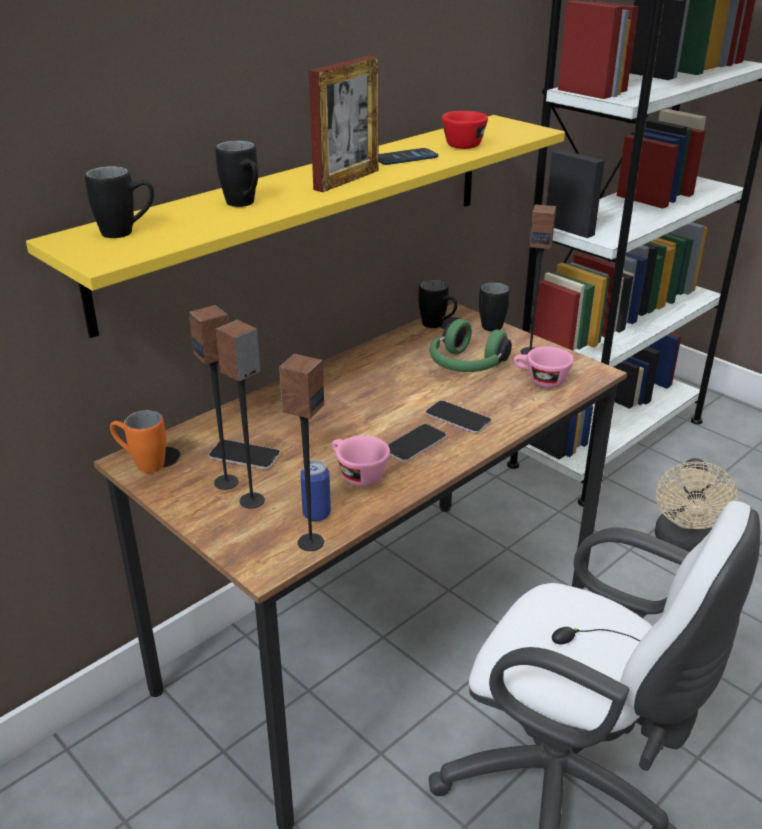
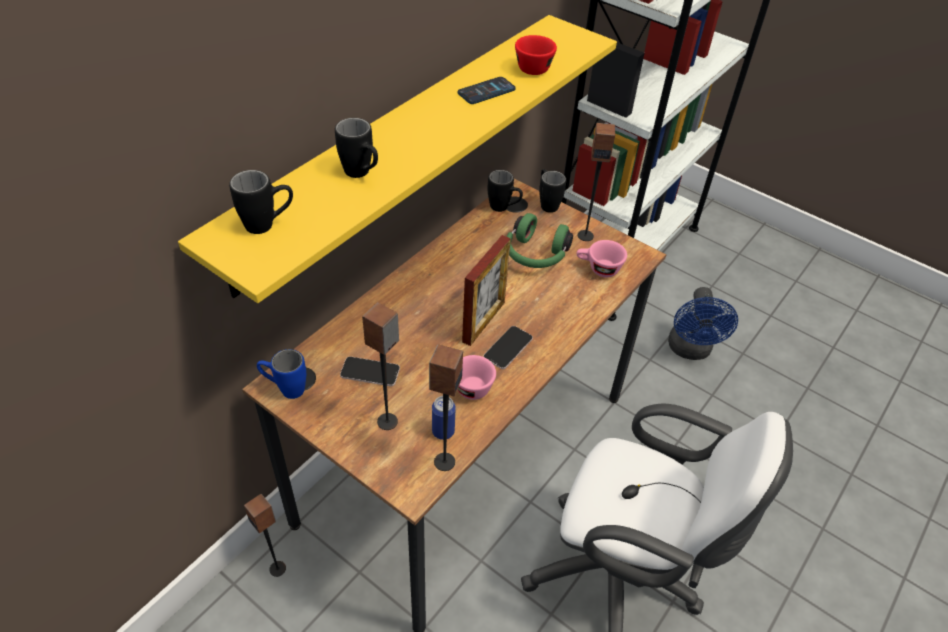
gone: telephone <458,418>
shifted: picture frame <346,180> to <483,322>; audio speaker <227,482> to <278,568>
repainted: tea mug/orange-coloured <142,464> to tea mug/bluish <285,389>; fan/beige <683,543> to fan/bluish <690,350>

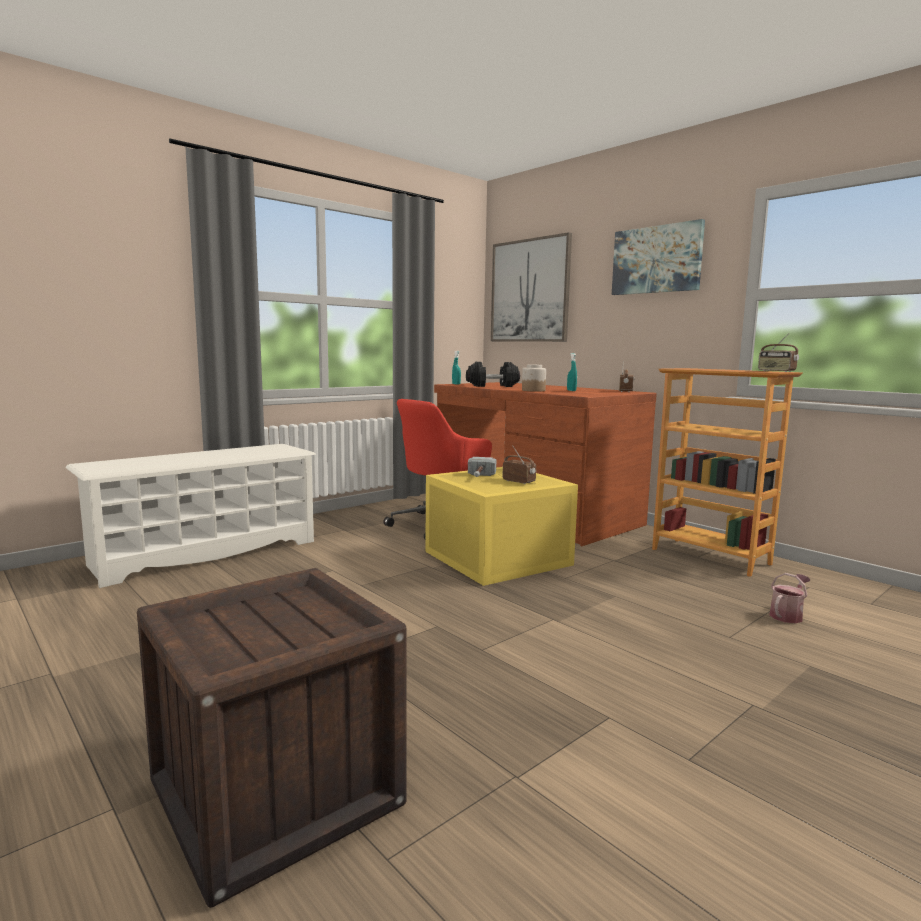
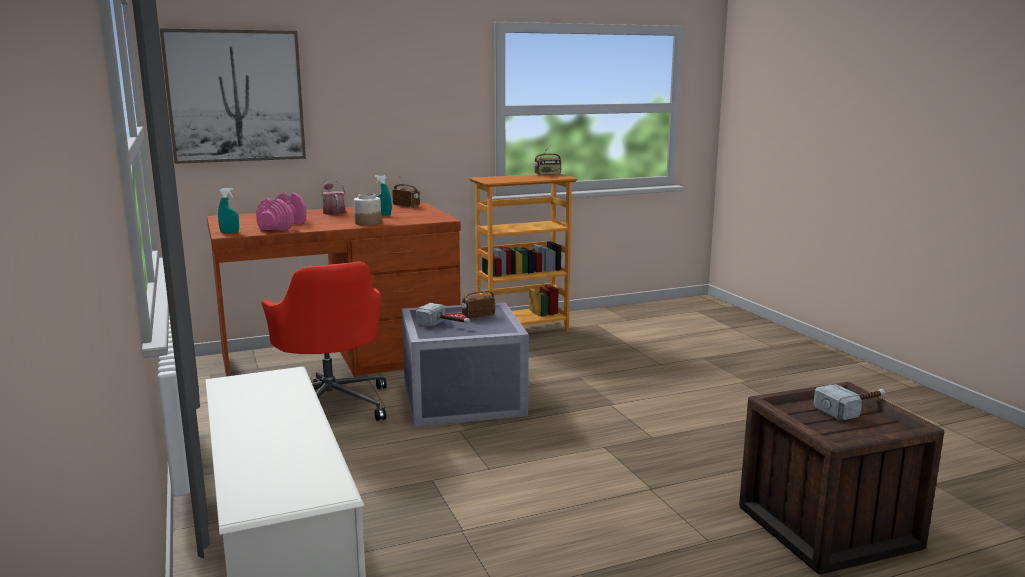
gone: picture <656,259>
new: tool hammer <853,409>
shifted: watering can <787,615> to <333,212>
repainted: dumbbell/black-coloured <492,386> to dumbbell/pinkish <283,226>; storage box/yellow-coloured <495,558> to storage box/grey <461,399>

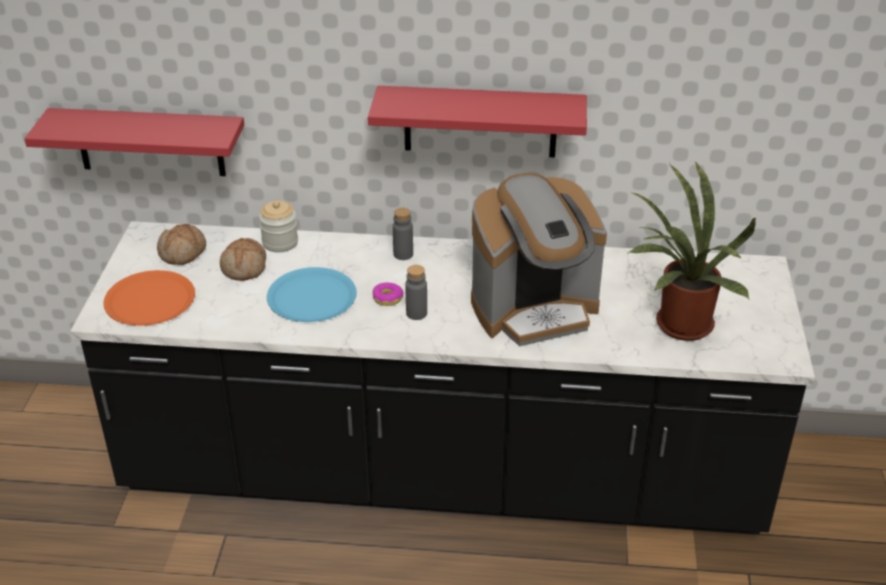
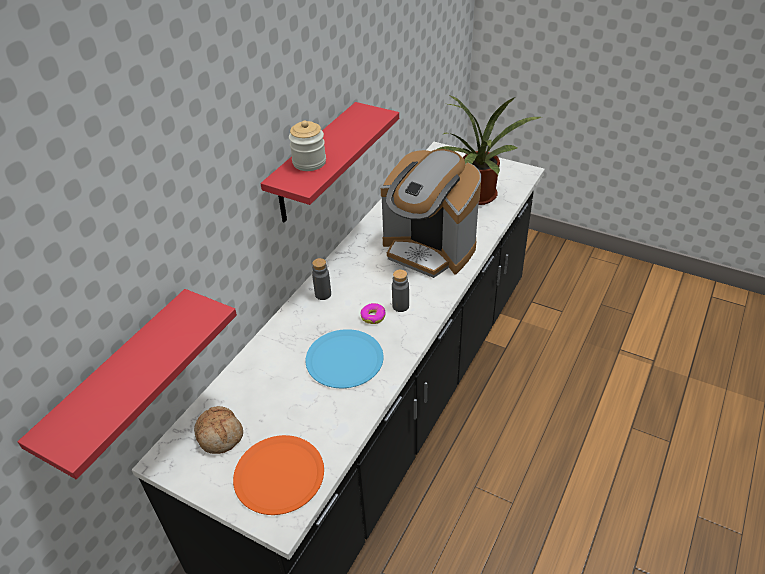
gone: bakery bread <245,267>
shifted: preserve jar <280,243> to <309,162>
rotated: coffee brewer <534,310> = <429,249> 120 degrees clockwise

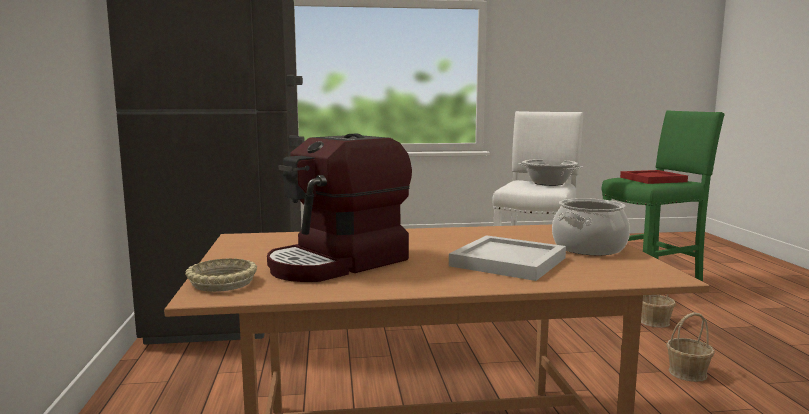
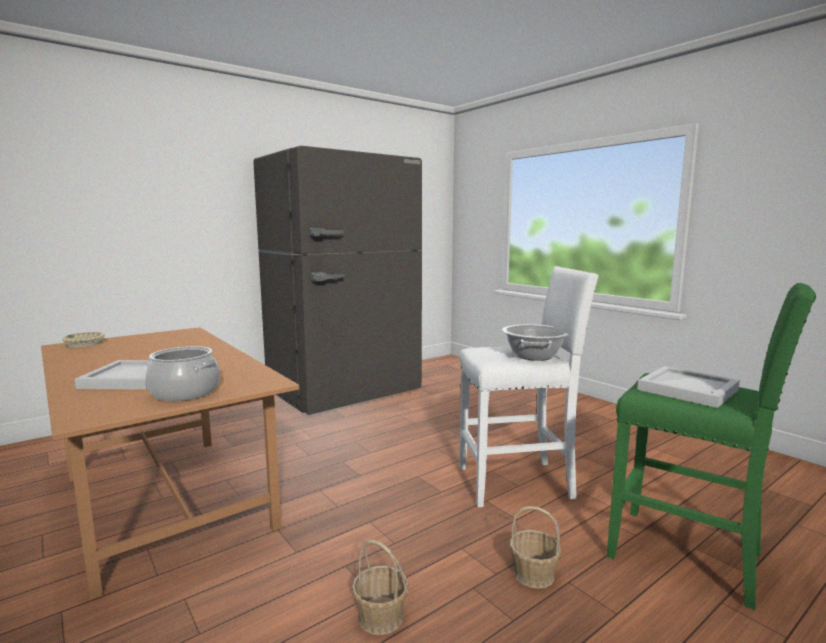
gone: coffee brewer <339,263>
repainted: tray/reddish <651,179> to tray/whitish <687,389>

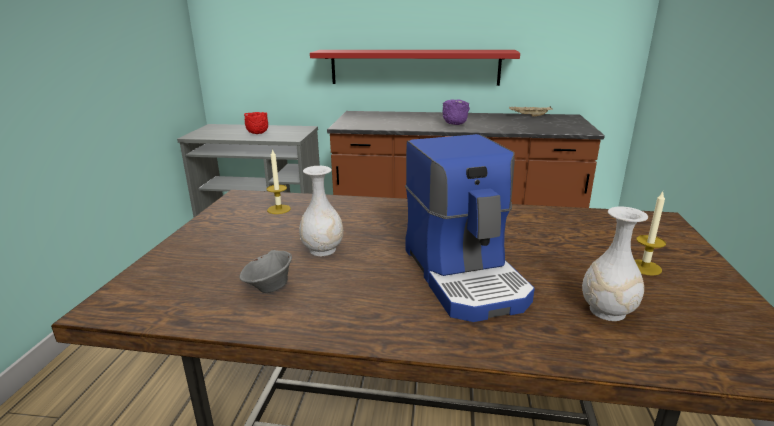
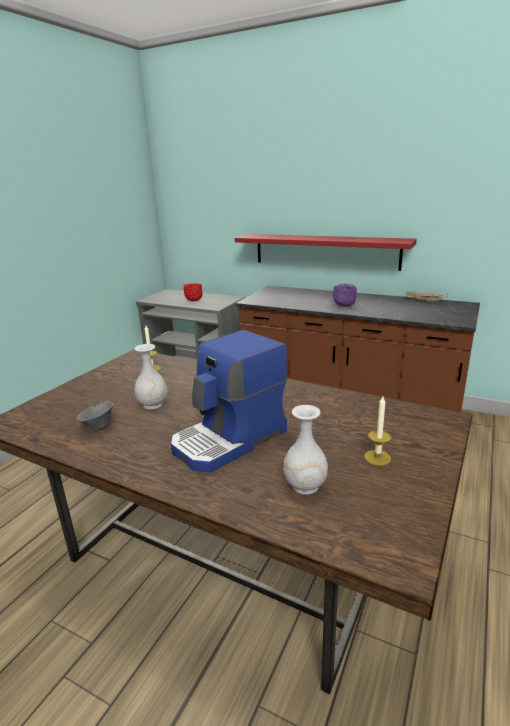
rotated: coffee brewer <466,275> = <230,440> 45 degrees clockwise

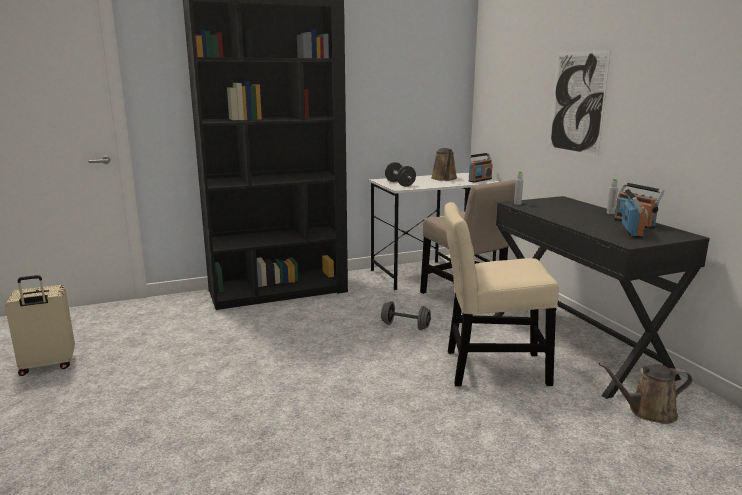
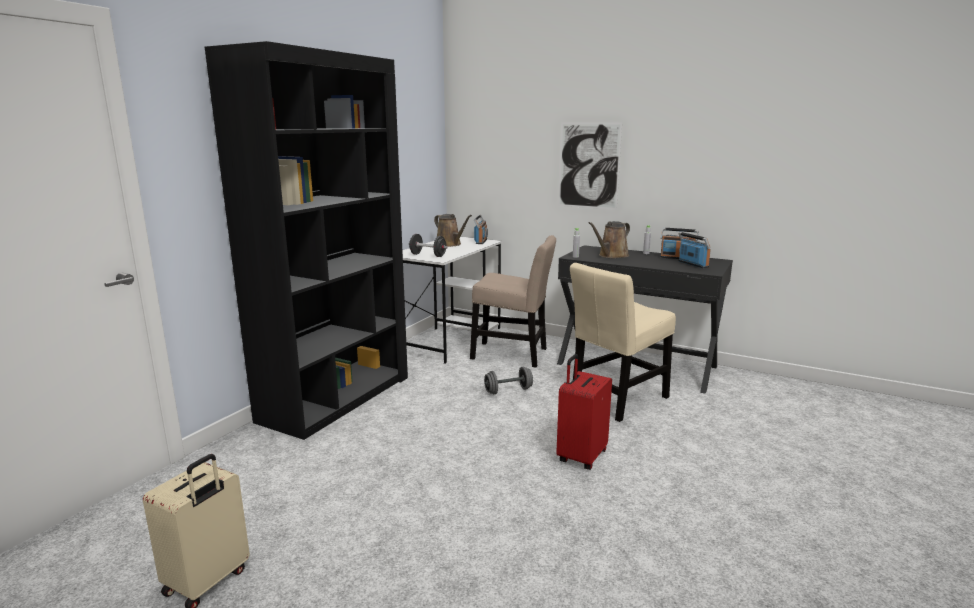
new: piece of luggage/reddish <581,456>
shifted: watering can/brownish <648,412> to <611,256>

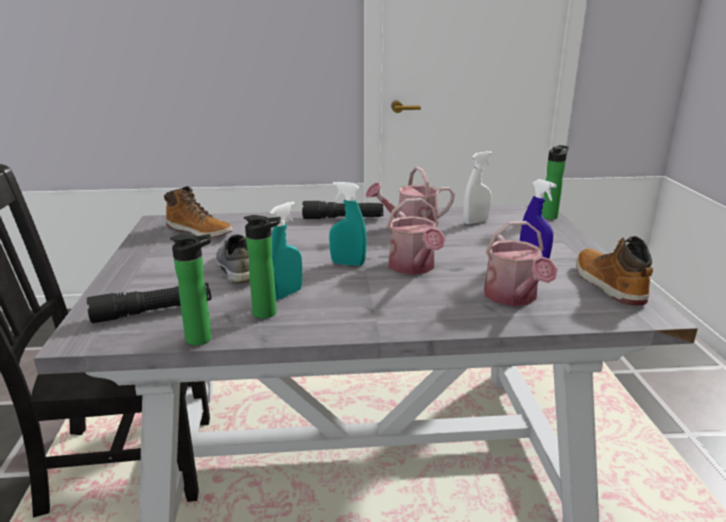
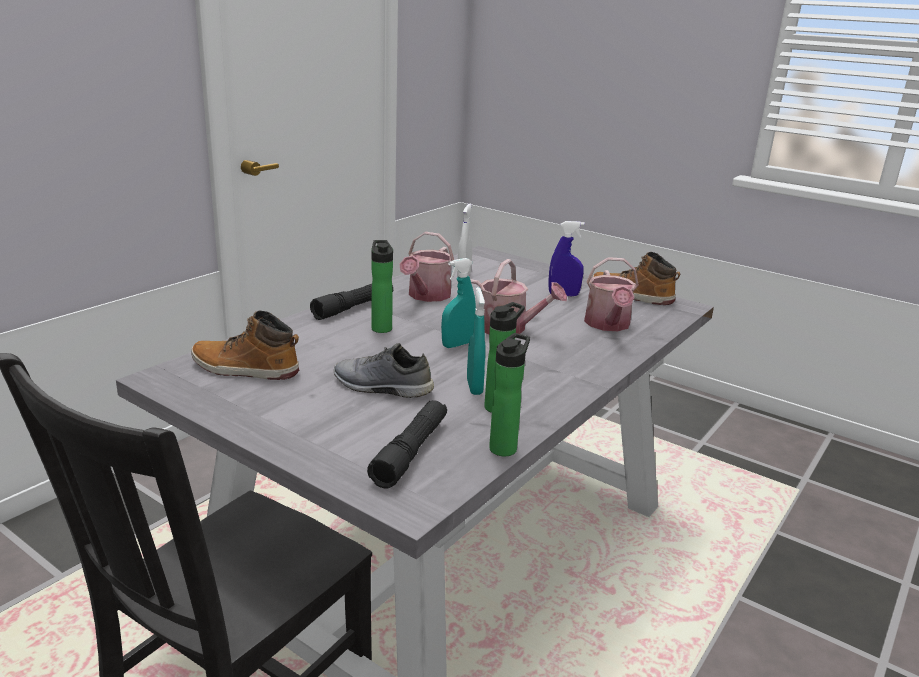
shifted: beverage bottle <550,216> to <381,327>
rotated: tall boot <200,231> = <244,369> 150 degrees counterclockwise; watering can <513,297> = <608,325> 60 degrees clockwise

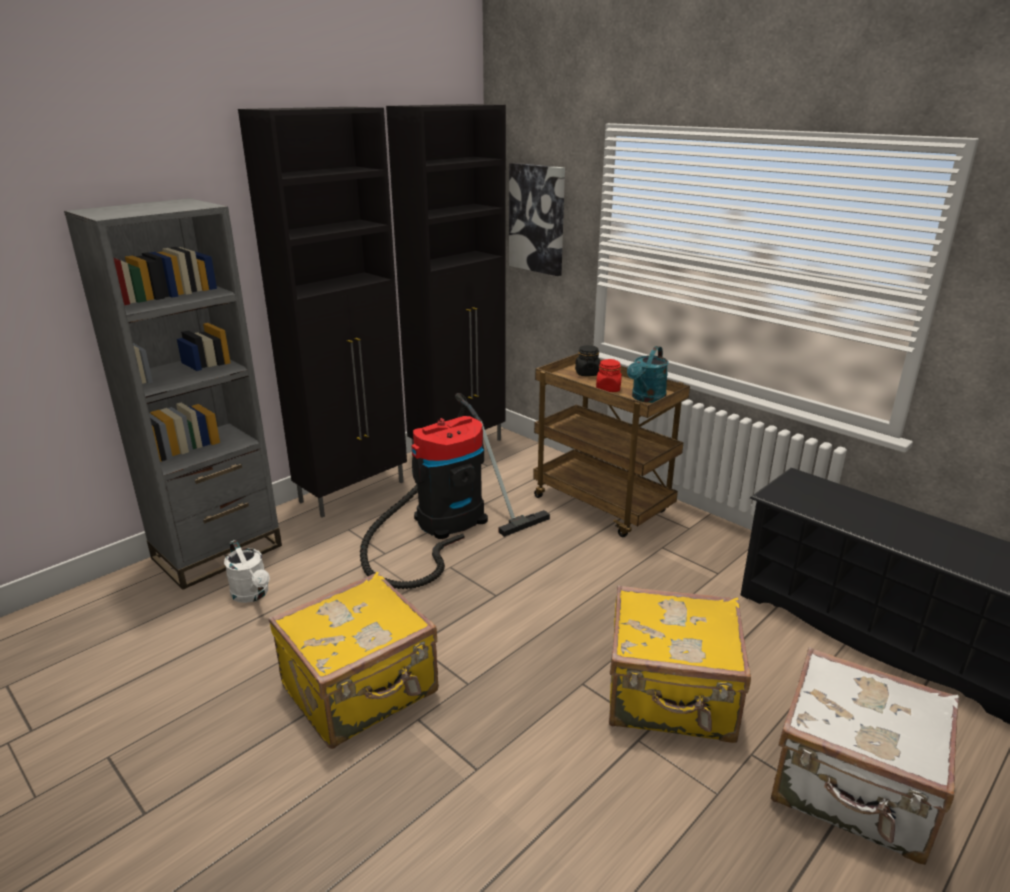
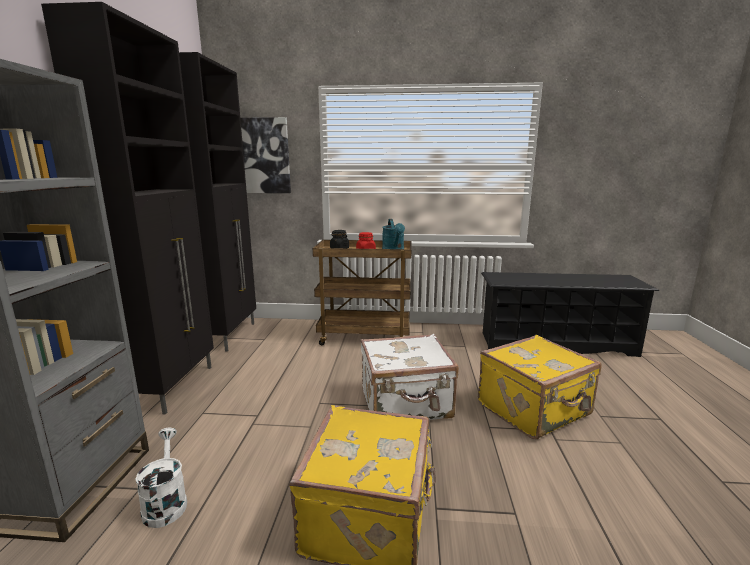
gone: vacuum <444,524>
shifted: piece of luggage/whitish <852,789> to <406,404>
rotated: watering can/whitish <252,595> = <166,502> 120 degrees counterclockwise

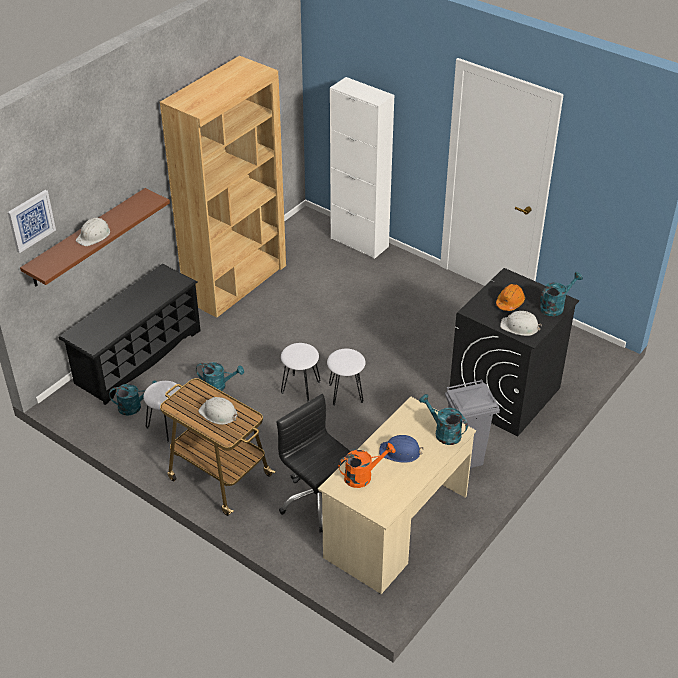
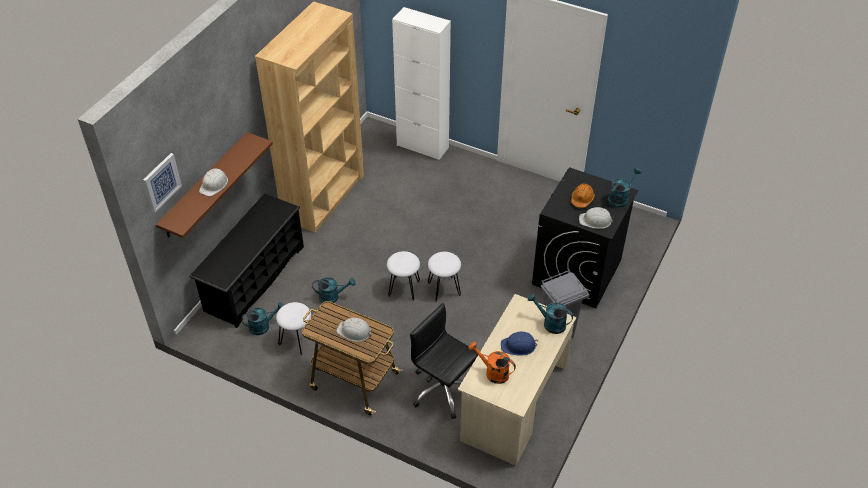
rotated: watering can/orange-coloured <363,476> = <493,372> 120 degrees counterclockwise

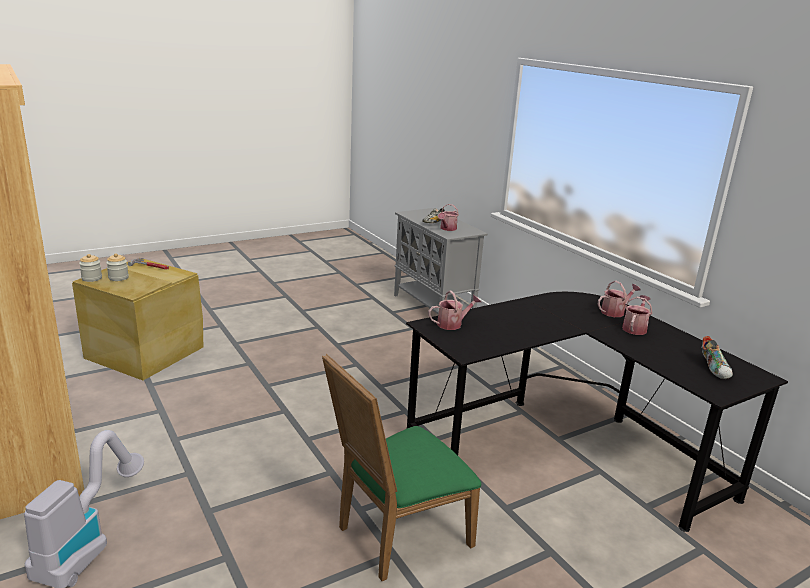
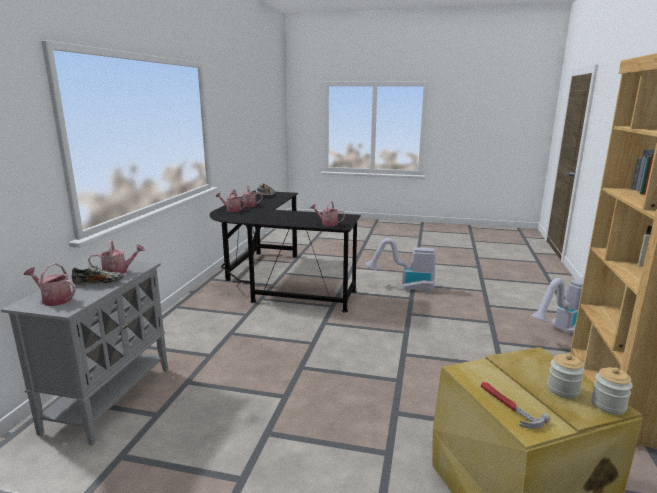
new: watering can <54,299>
swapped: plain chair/greenish <397,536> to vacuum <405,287>

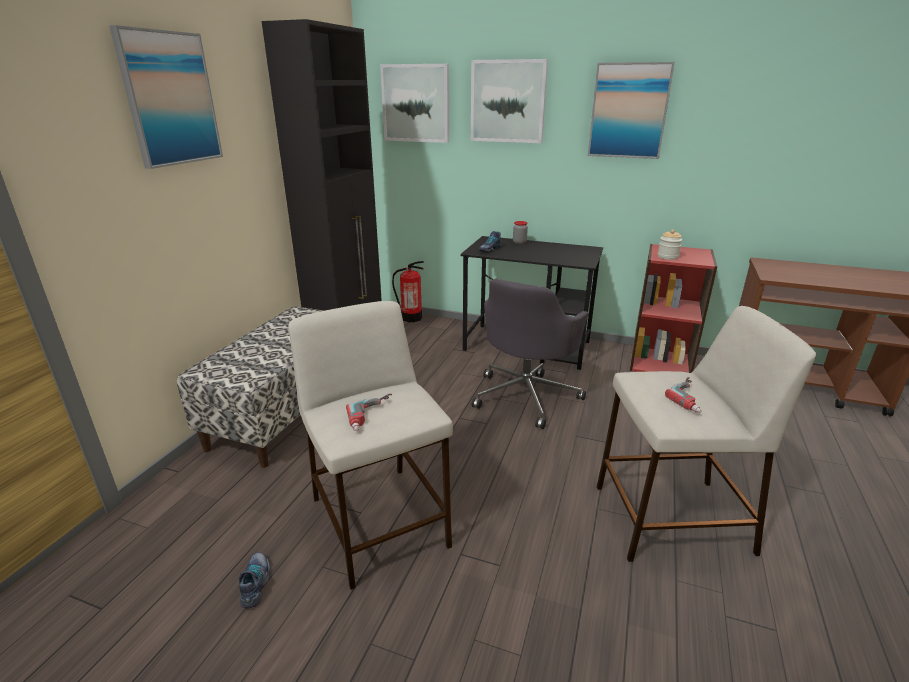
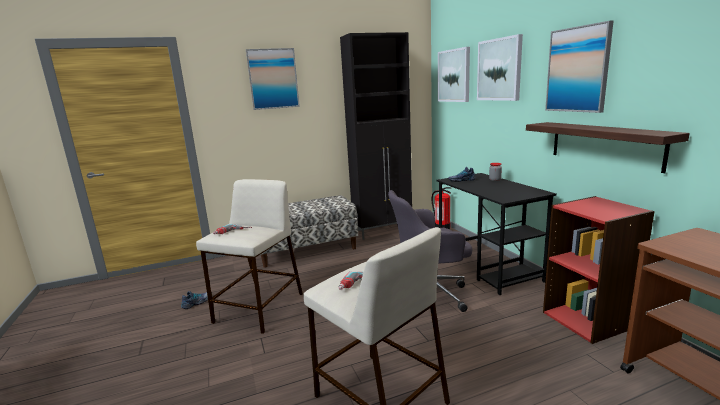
gone: preserve jar <667,257>
new: shelf <604,144>

